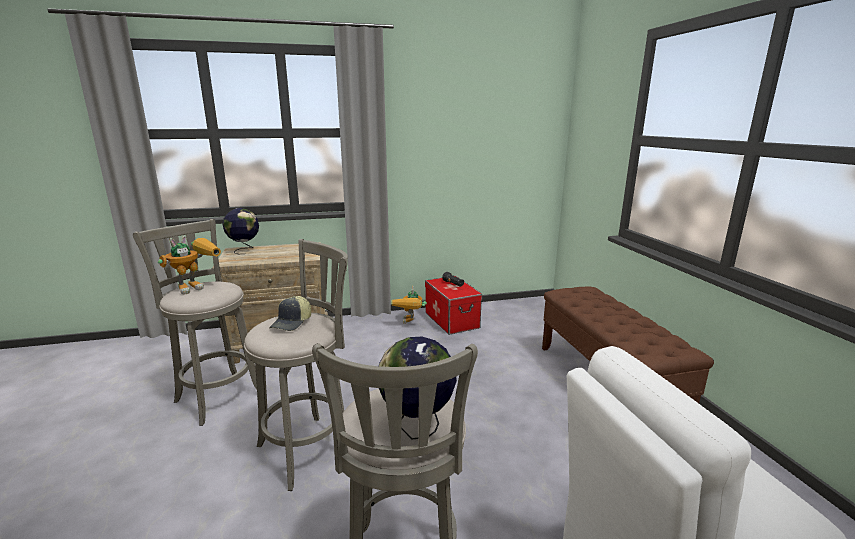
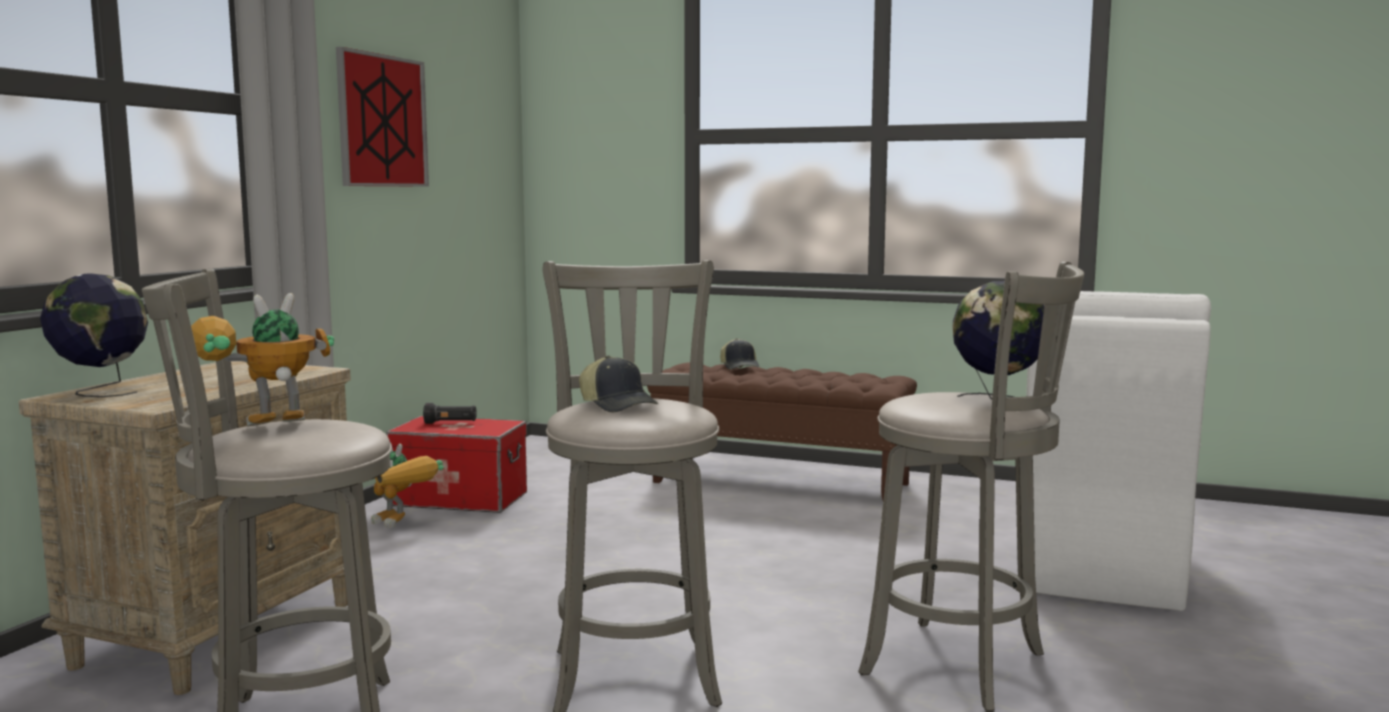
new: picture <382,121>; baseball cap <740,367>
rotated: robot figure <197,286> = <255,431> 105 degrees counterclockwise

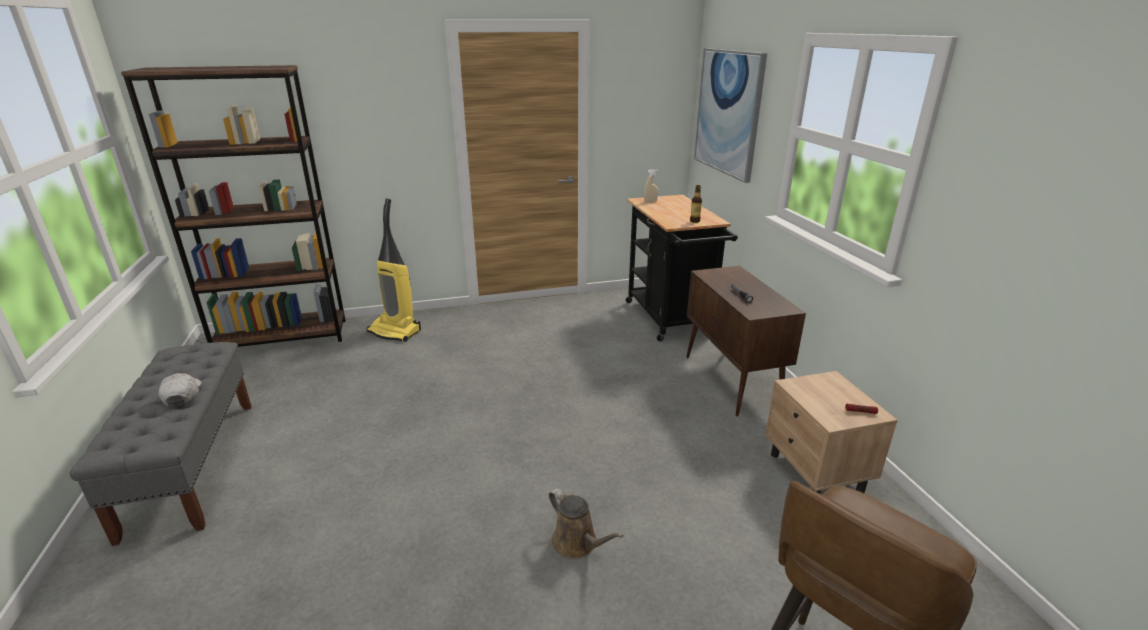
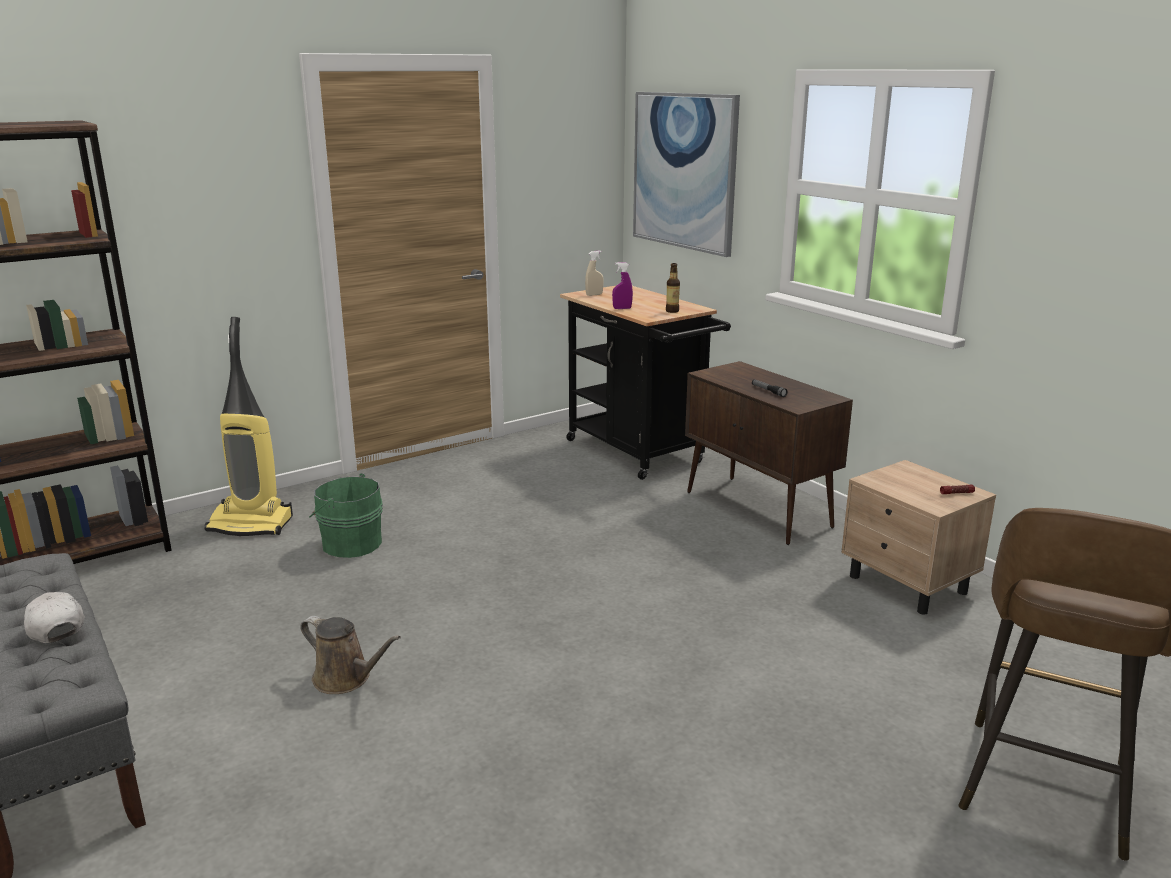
new: spray bottle/purple-coloured <622,308>; water bucket/greenish <350,543>
shifted: watering can/brownish <577,543> to <346,679>

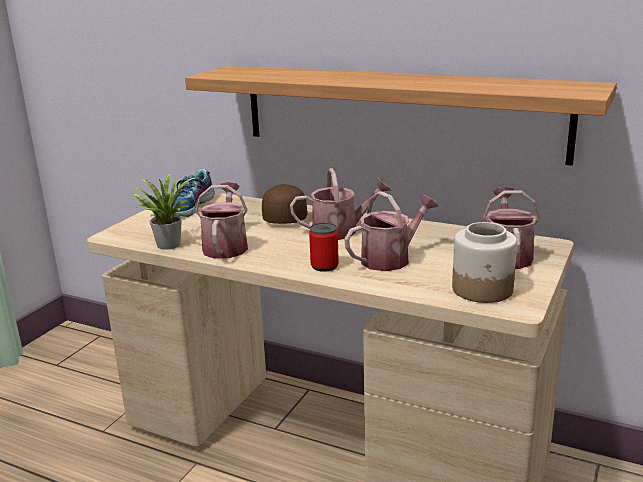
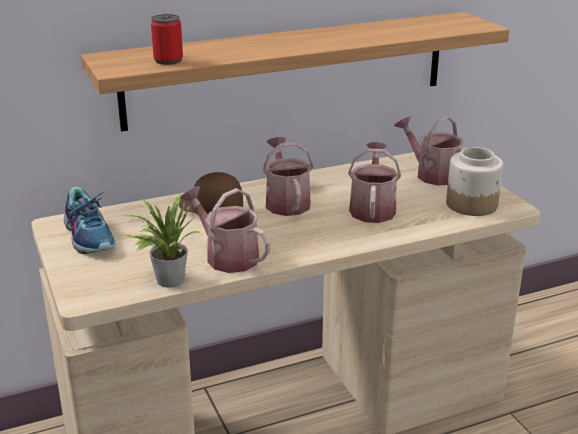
shifted: metal can <324,266> to <168,60>
rotated: watering can <341,231> = <286,202> 45 degrees counterclockwise

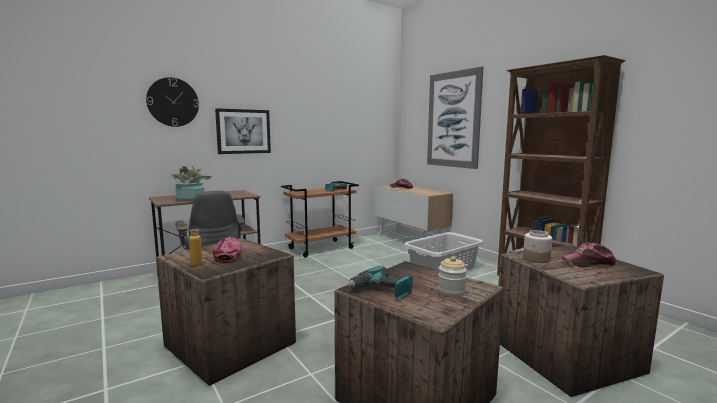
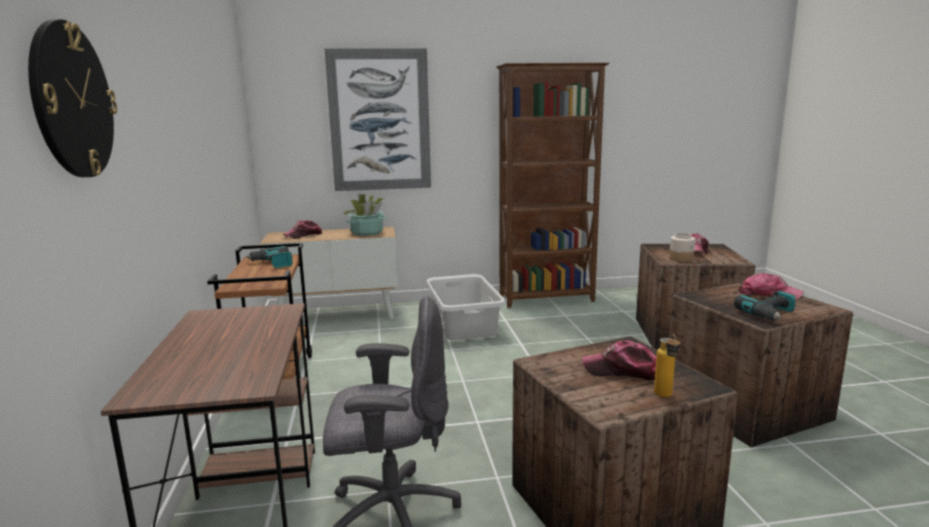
gone: picture <243,131>
shifted: plant in a pot <190,198> to <367,232>
swapped: preserve jar <451,292> to baseball cap <768,295>

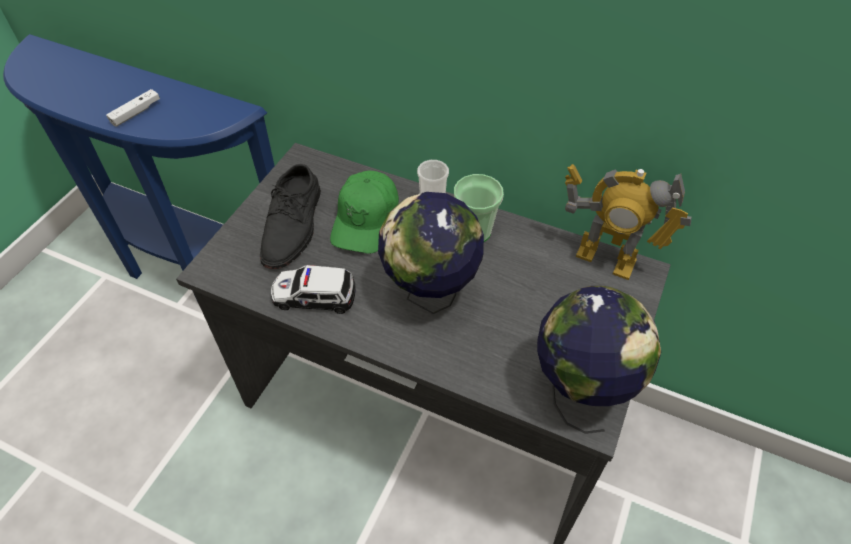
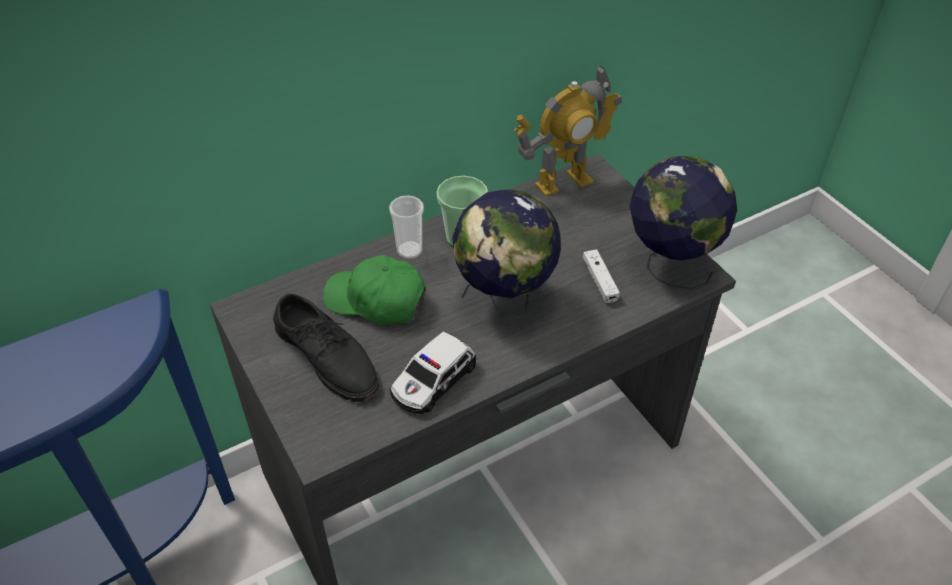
shifted: game controller/whitish <136,113> to <600,281>
rotated: baseball cap/greenish <366,220> = <376,300> 150 degrees clockwise

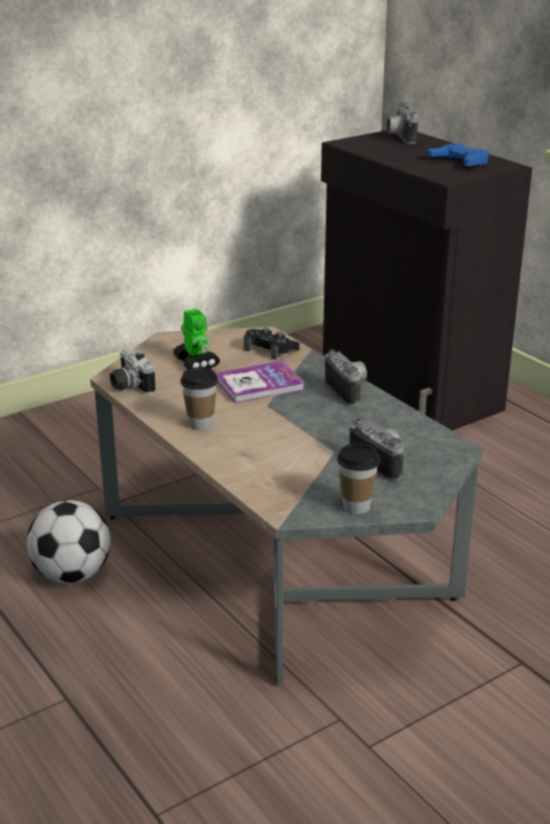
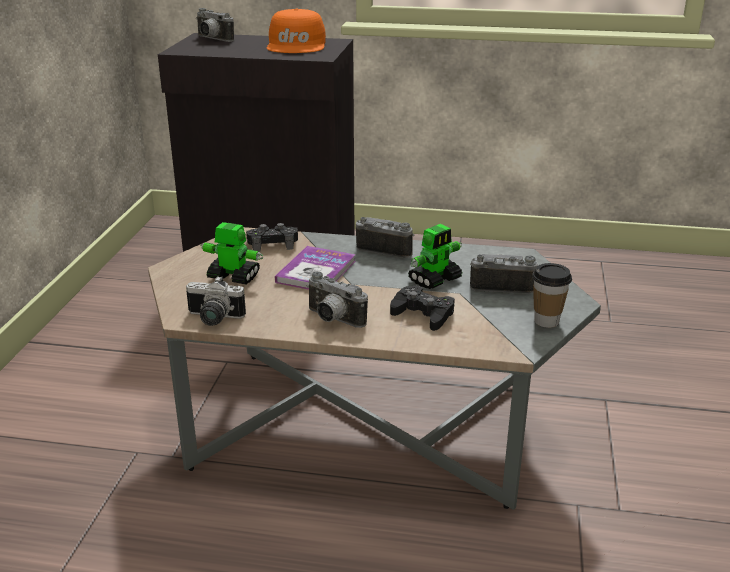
gone: football ball <72,575>
new: robot figure <435,279>; game controller/black-coloured <423,314>
swapped: game controller/bluish <459,161> to baseball cap/orange-coloured <297,45>; small cup <200,424> to still camera <332,320>

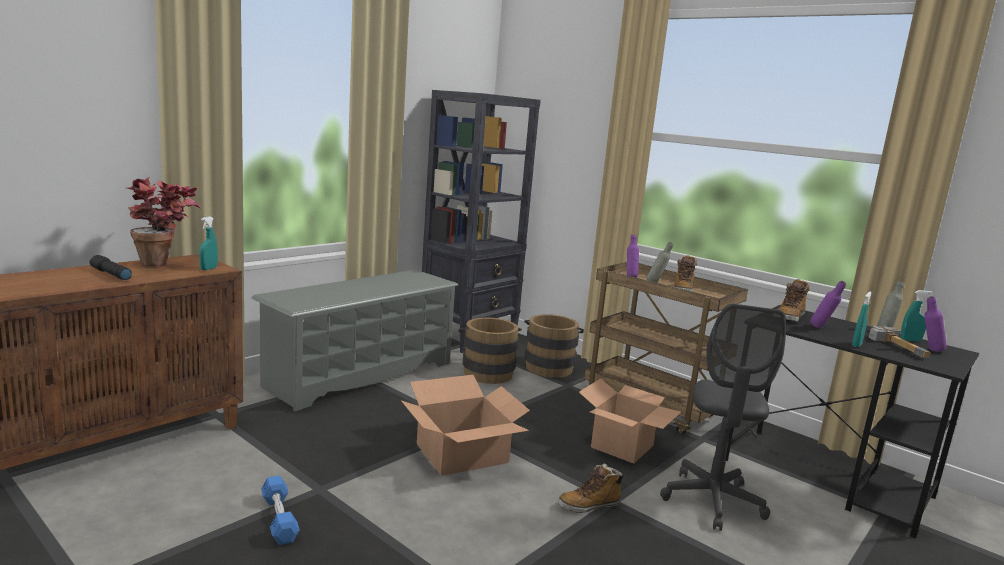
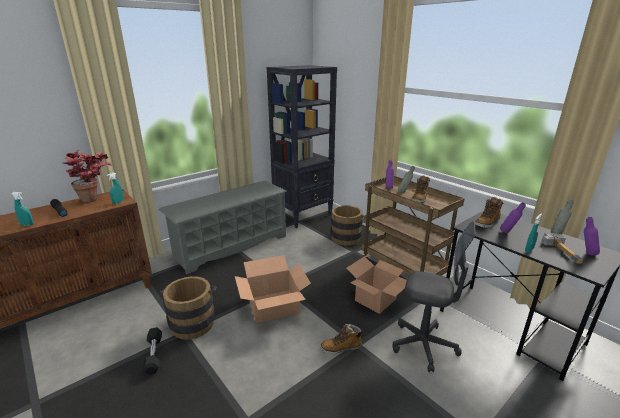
shifted: spray bottle/turquoise <910,340> to <27,225>; water bucket/brownish <486,371> to <193,321>
repainted: dumbbell/bluish <279,518> to dumbbell/black-coloured <154,354>
rotated: office chair/grey <712,501> = <423,345> 90 degrees counterclockwise

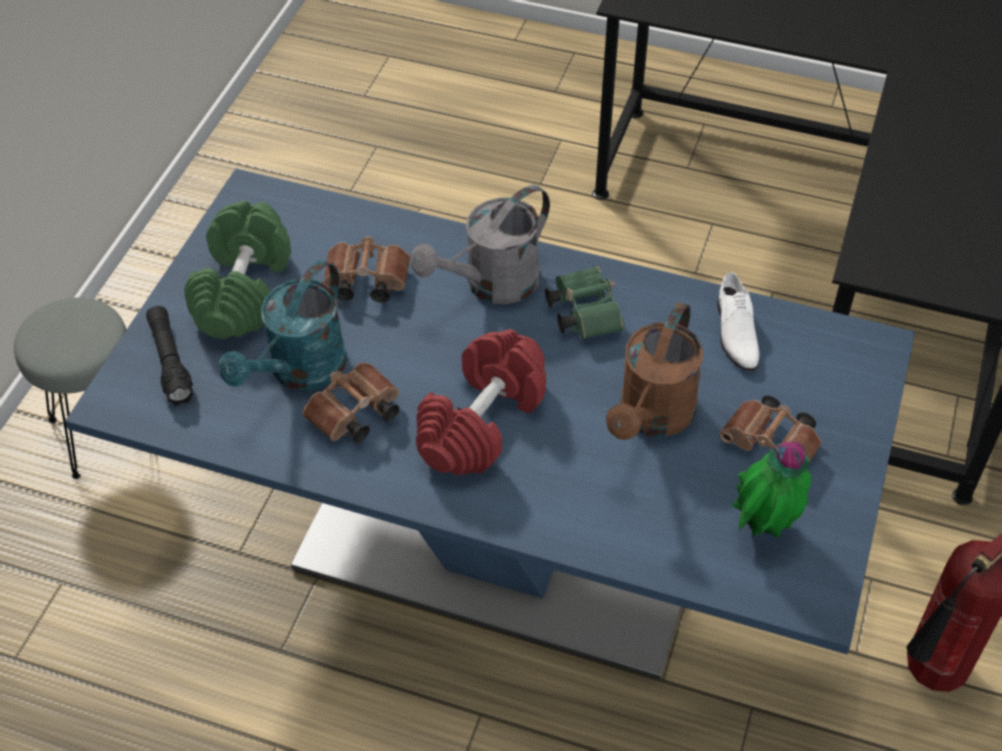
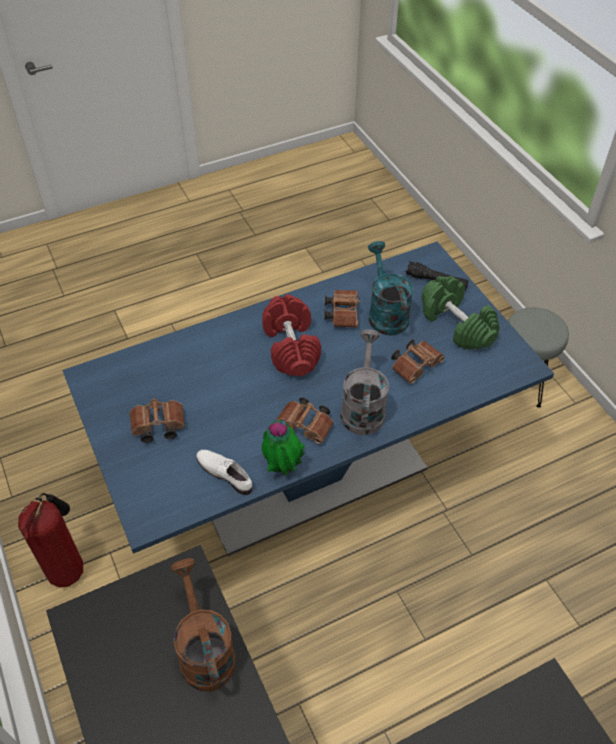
shifted: watering can/brownish <652,418> to <204,649>; plant in a pot <764,528> to <282,467>
repainted: binoculars/greenish <583,312> to binoculars/brownish <307,426>

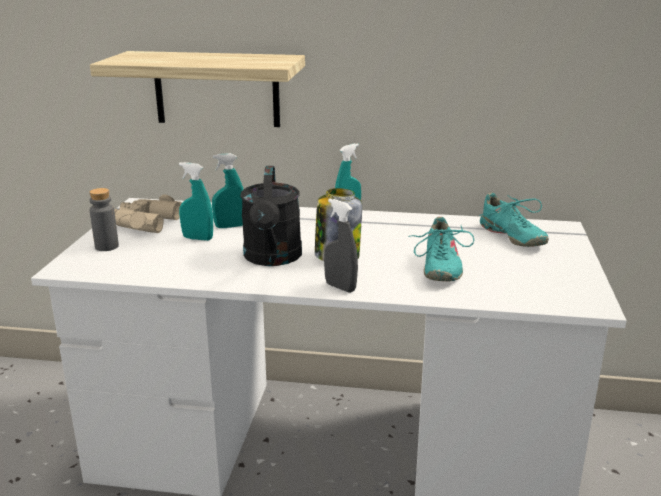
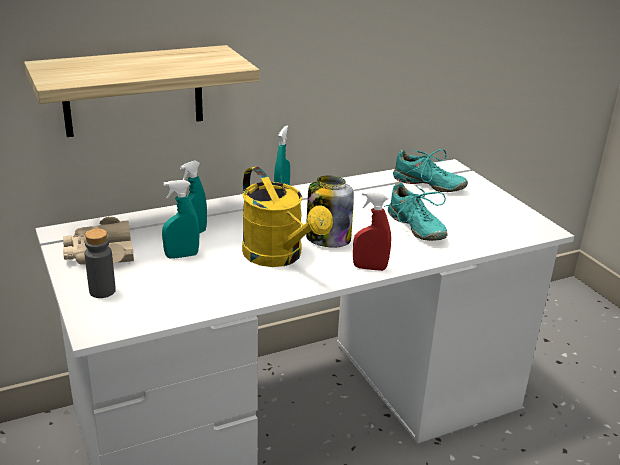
repainted: watering can/black-coloured <272,258> to watering can/yellow-coloured <279,257>; spray bottle/grey <340,287> to spray bottle/reddish <369,268>

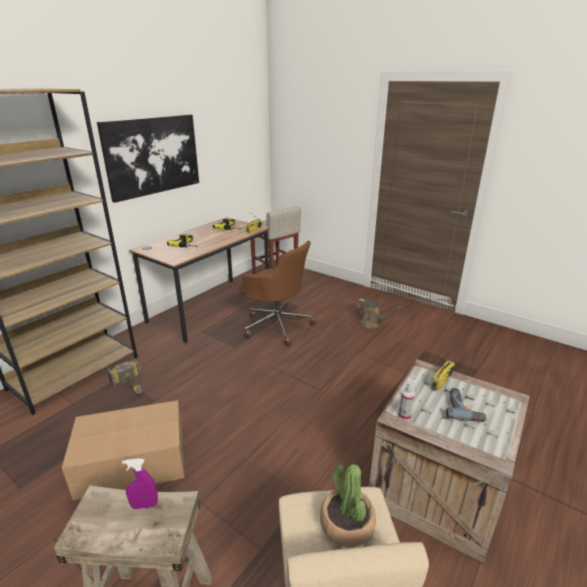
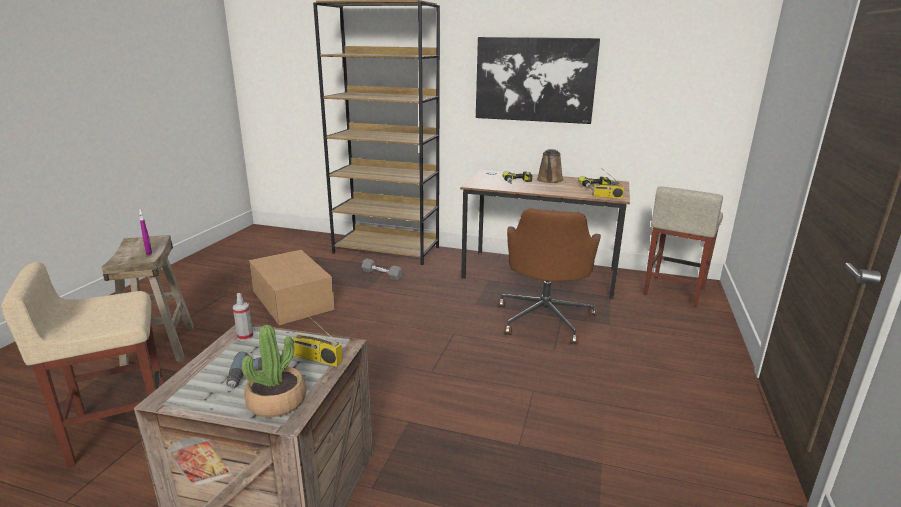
shifted: watering can/brownish <372,323> to <549,180>; plant in a pot <346,524> to <277,401>
swapped: tool hammer <132,386> to dumbbell/grey <382,274>

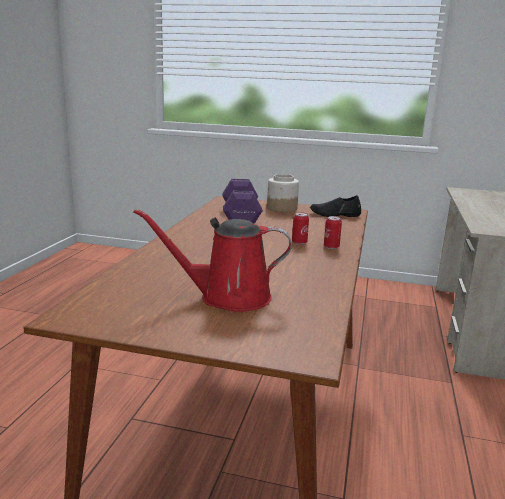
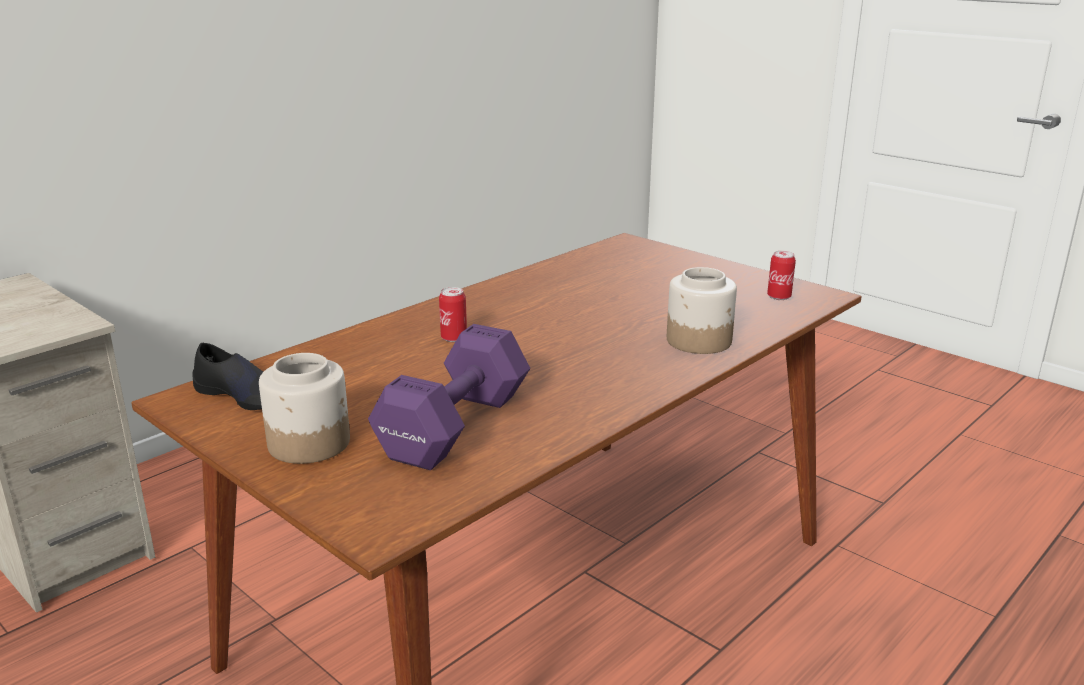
gone: watering can/reddish <228,297>
new: preserve jar <699,341>
shifted: metal can <331,247> to <779,297>

